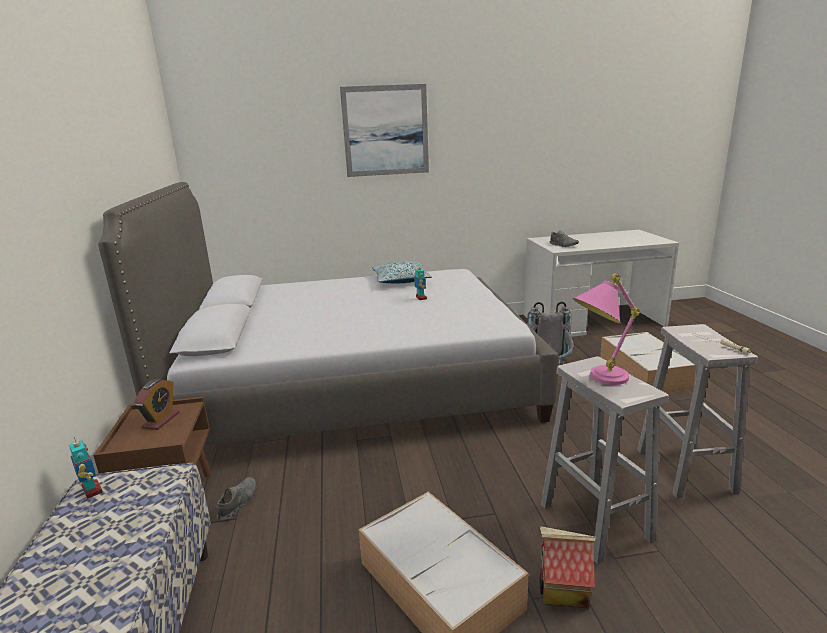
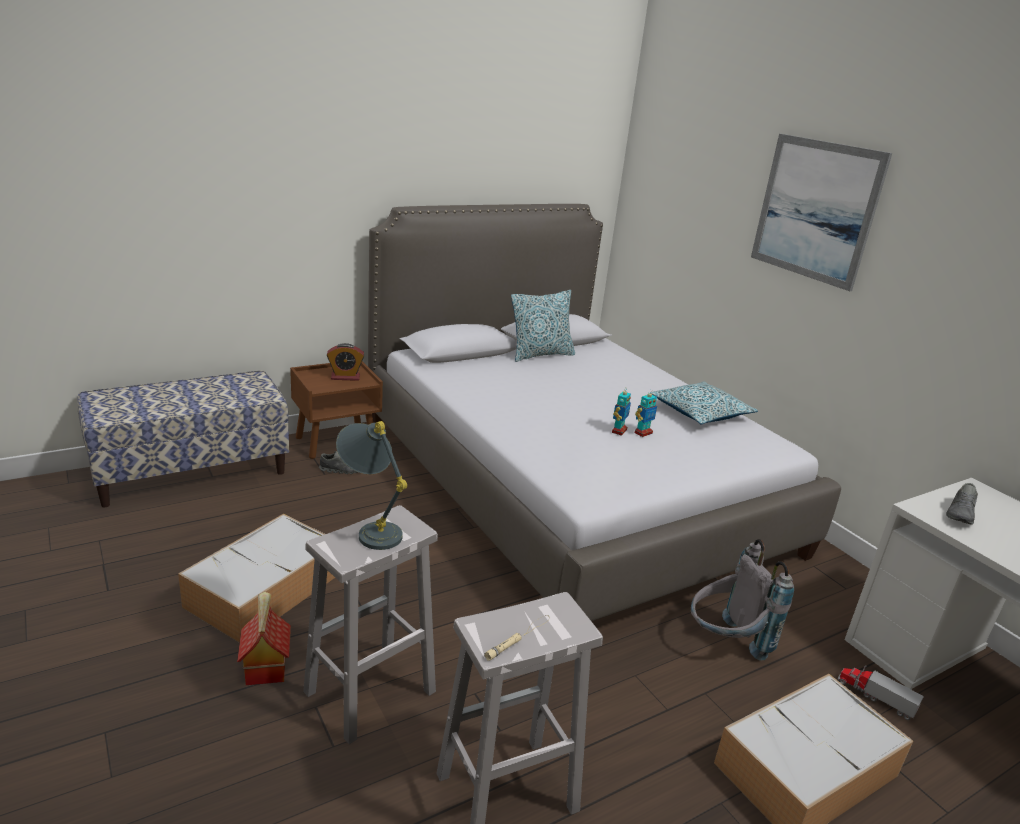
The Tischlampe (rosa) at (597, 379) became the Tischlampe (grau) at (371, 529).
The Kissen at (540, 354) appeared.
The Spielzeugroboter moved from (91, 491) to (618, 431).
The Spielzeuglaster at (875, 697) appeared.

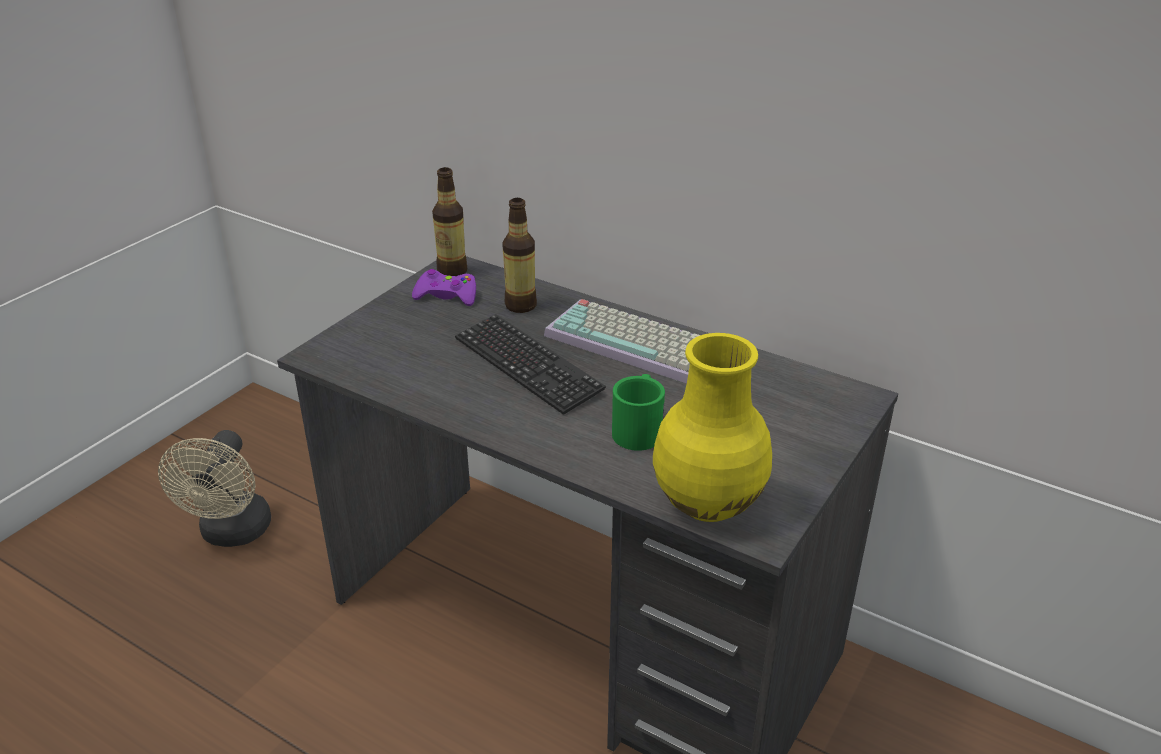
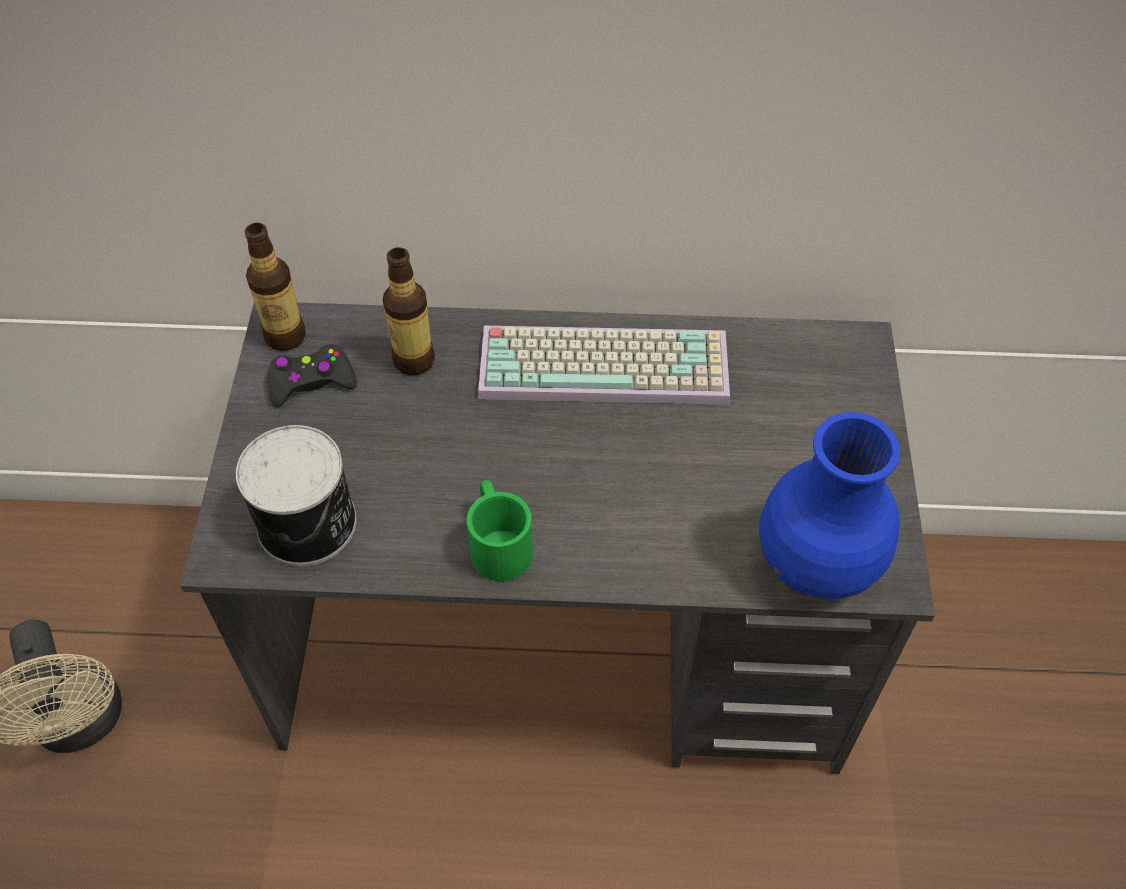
The Dose at (310, 524) appeared.
The Gamepad (lila) at (446, 296) became the Gamepad (schwarz) at (311, 382).
The Henkelbecher (grün) moved from (639, 428) to (498, 542).
The Vase (gelb) at (709, 502) became the Vase (blau) at (817, 563).
The Tastatur at (527, 365) disappeared.

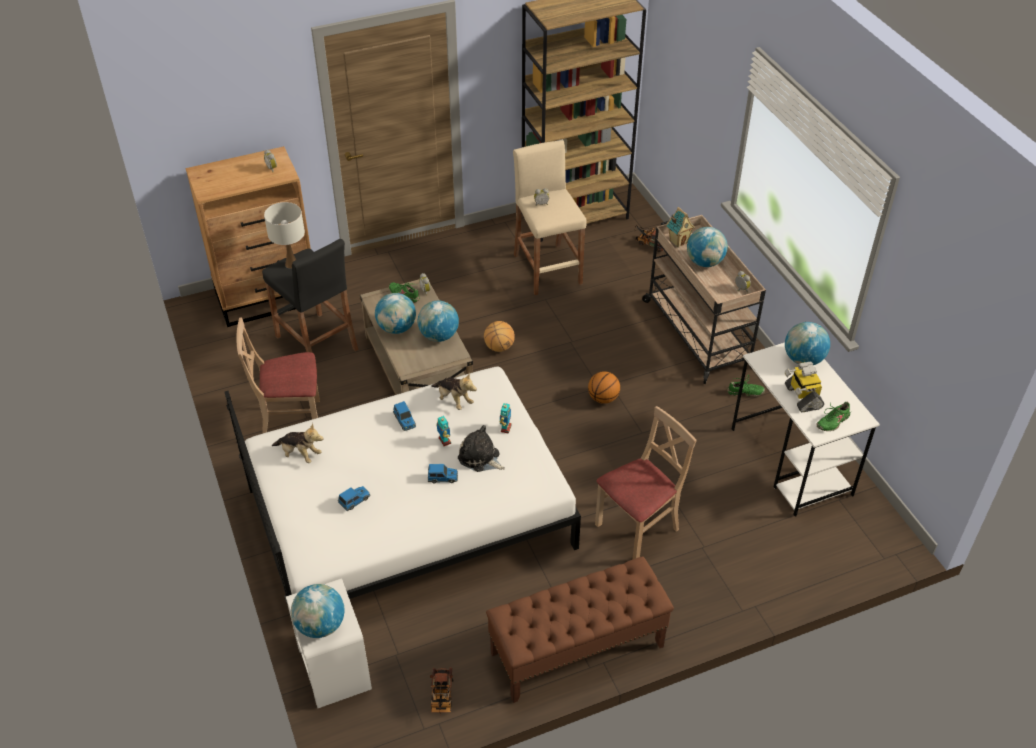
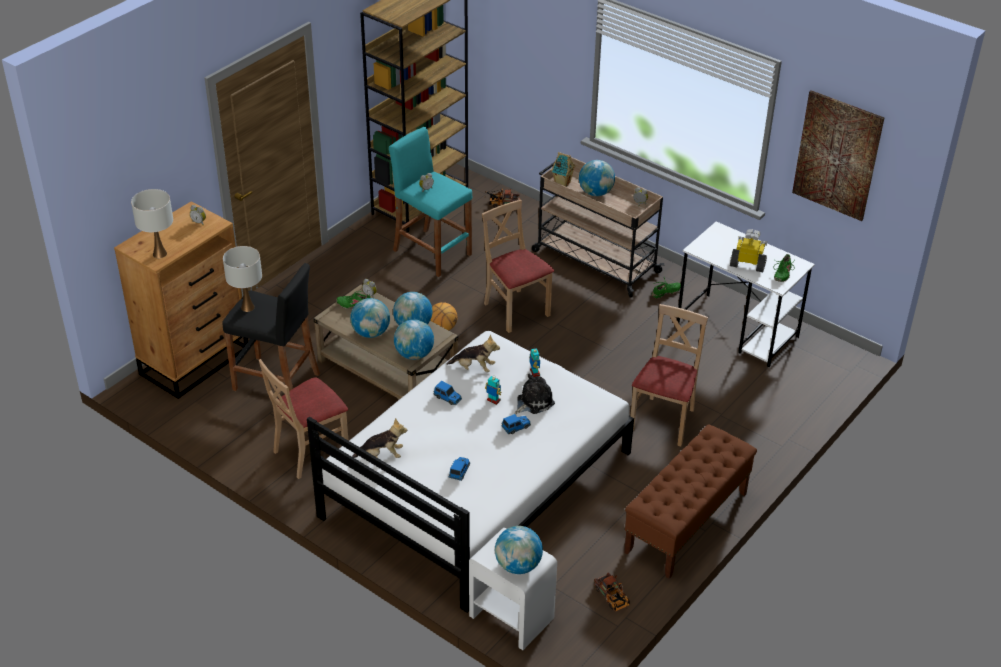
The Tischlampe (weiß) at (159, 254) appeared.
The Hocker (beige) at (547, 269) became the Hocker (türkis) at (432, 252).
The Globus moved from (803, 359) to (414, 354).
The Stuhl (beige) at (515, 310) appeared.
The Plüschtier at (480, 458) turned 135 degrees clockwise.
The Spielzeugroboter at (802, 397) turned 150 degrees clockwise.
The Bild at (837, 155) appeared.
The Basketball at (603, 398) disappeared.

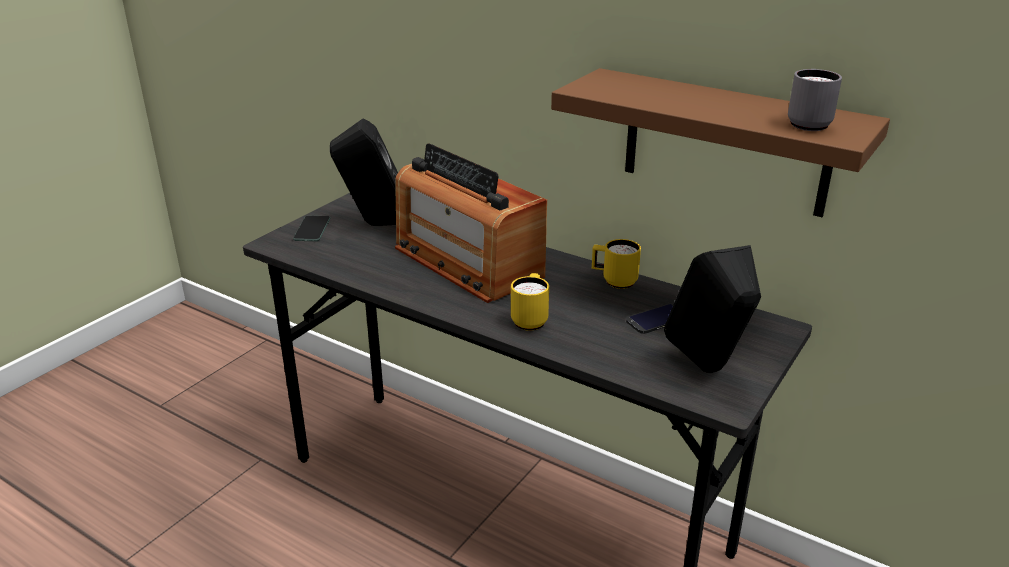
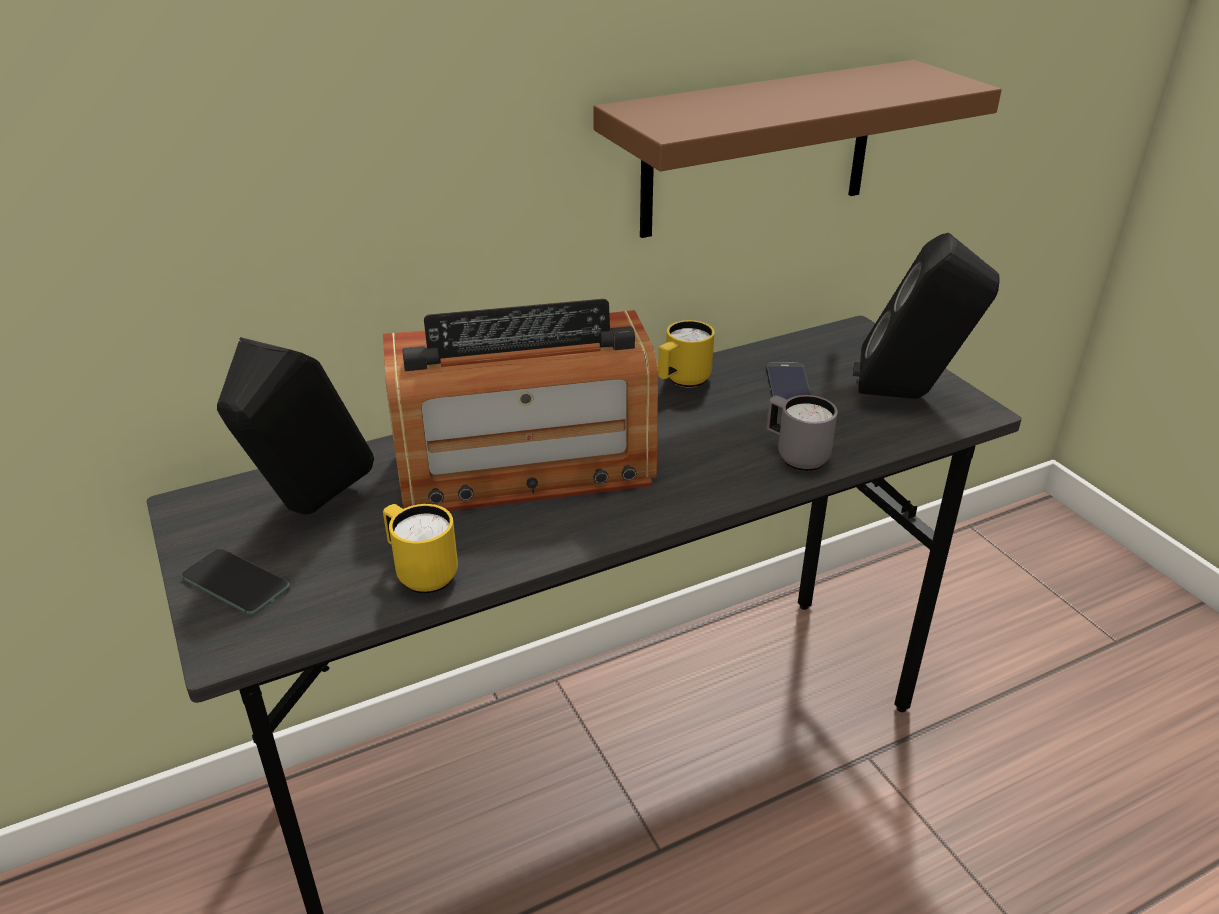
The Henkelbecher (gelb) moved from (530, 319) to (421, 573).
The Henkelbecher (grau) moved from (808, 123) to (795, 456).

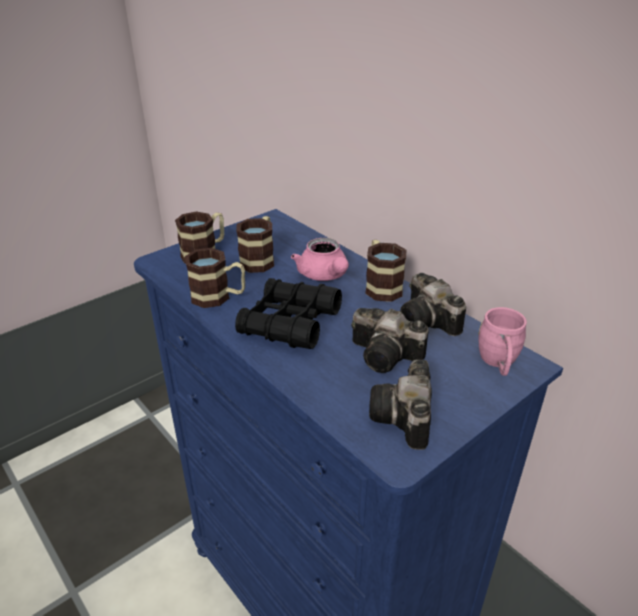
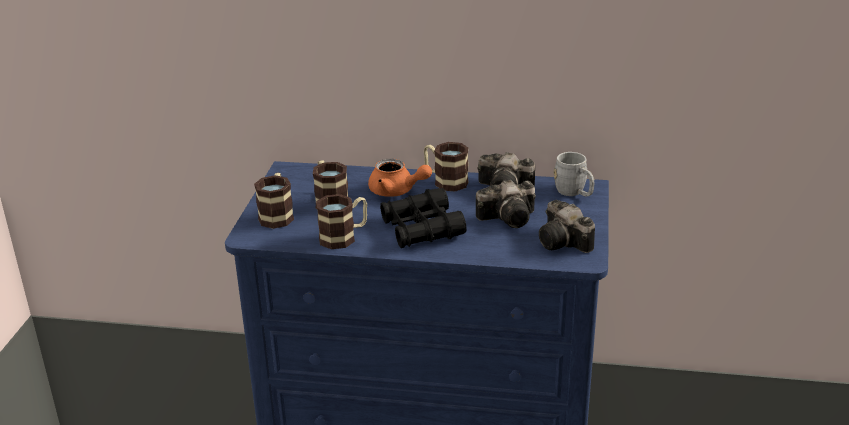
The Teekanne (rosa) at (324, 276) became the Teekanne (orange) at (397, 191).
The Henkelbecher (rosa) at (498, 363) became the Henkelbecher (grau) at (574, 193).

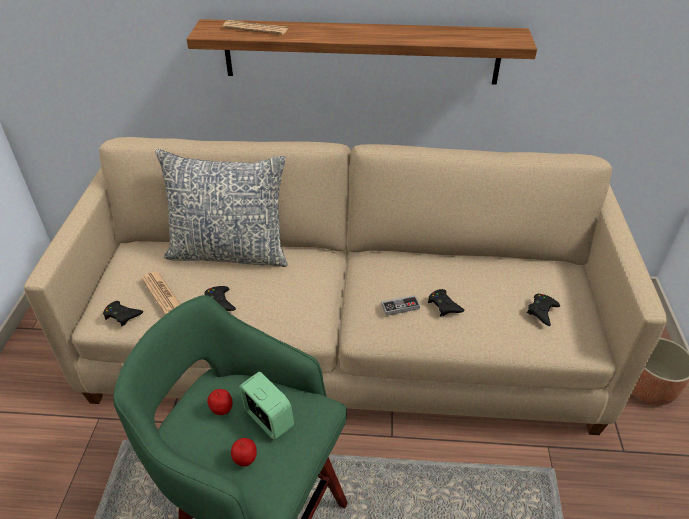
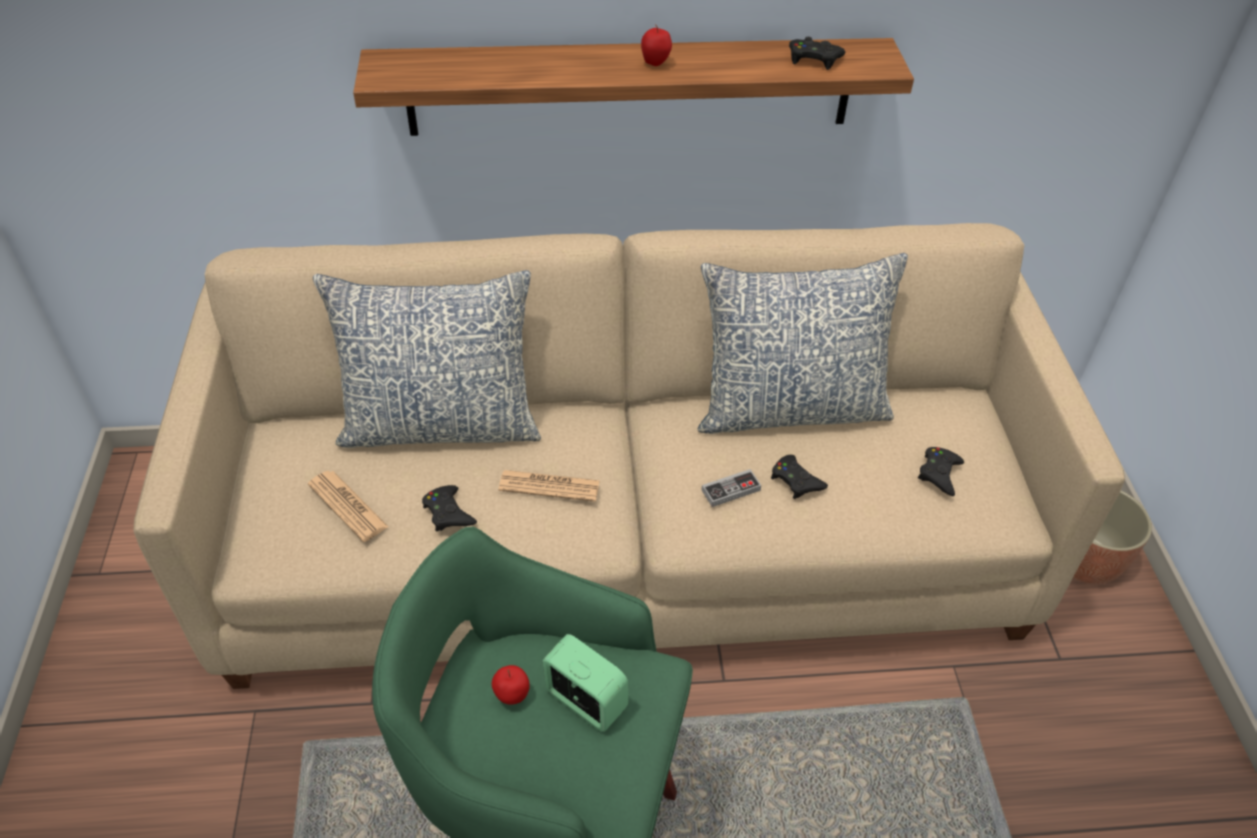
The Zeitung moved from (255, 28) to (549, 486).
The Apfel moved from (245, 461) to (655, 63).
The Kissen at (790, 407) appeared.
The Gamepad (schwarz) moved from (122, 315) to (814, 59).

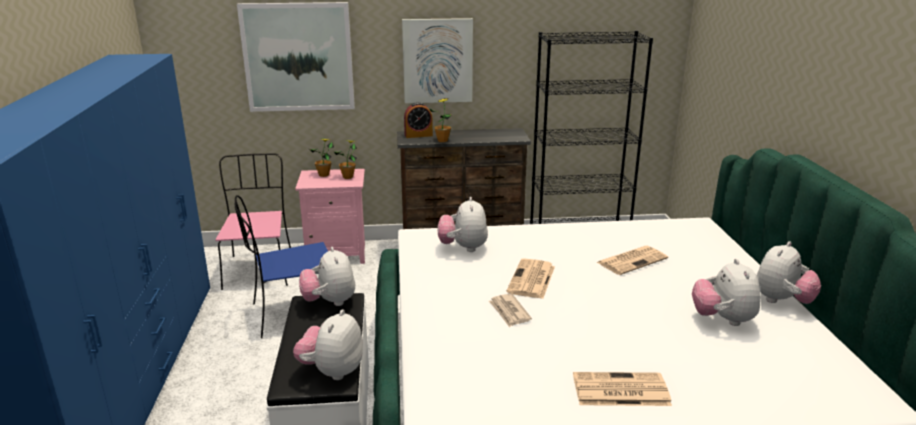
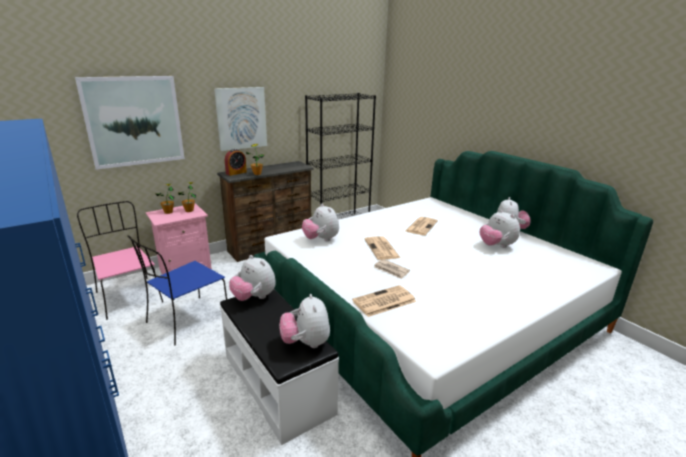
The Zeitung moved from (619, 390) to (383, 301).

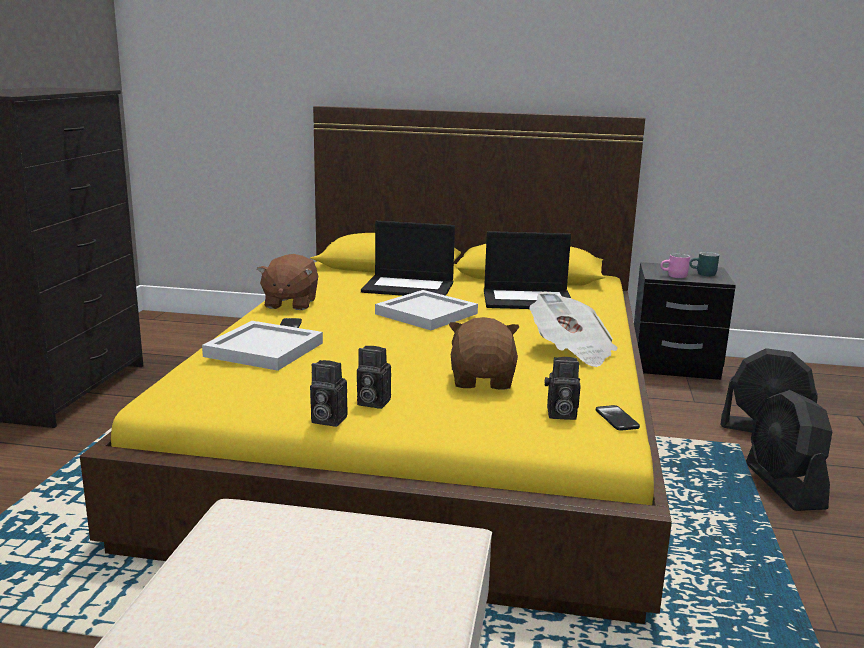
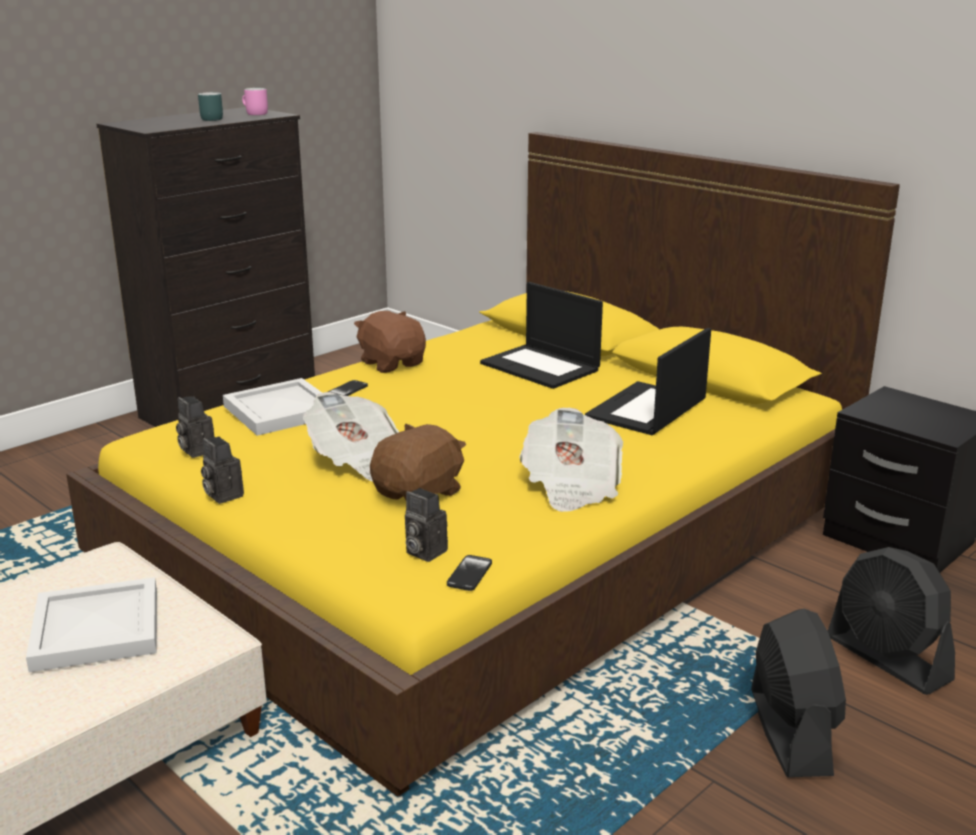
The Tablett (weiß) moved from (424, 314) to (94, 628).
The Kamera moved from (371, 402) to (196, 450).
The Henkelbecher (türkis) moved from (703, 274) to (208, 119).
The Henkelbecher (rosa) moved from (674, 276) to (253, 114).
The Zeitung at (358, 462) appeared.
The Plüschtier (braun) at (290, 303) turned 105 degrees clockwise.
The Laptop at (528, 299) turned 90 degrees clockwise.
The Ventilator (schwarz) at (784, 486) turned 150 degrees clockwise.

